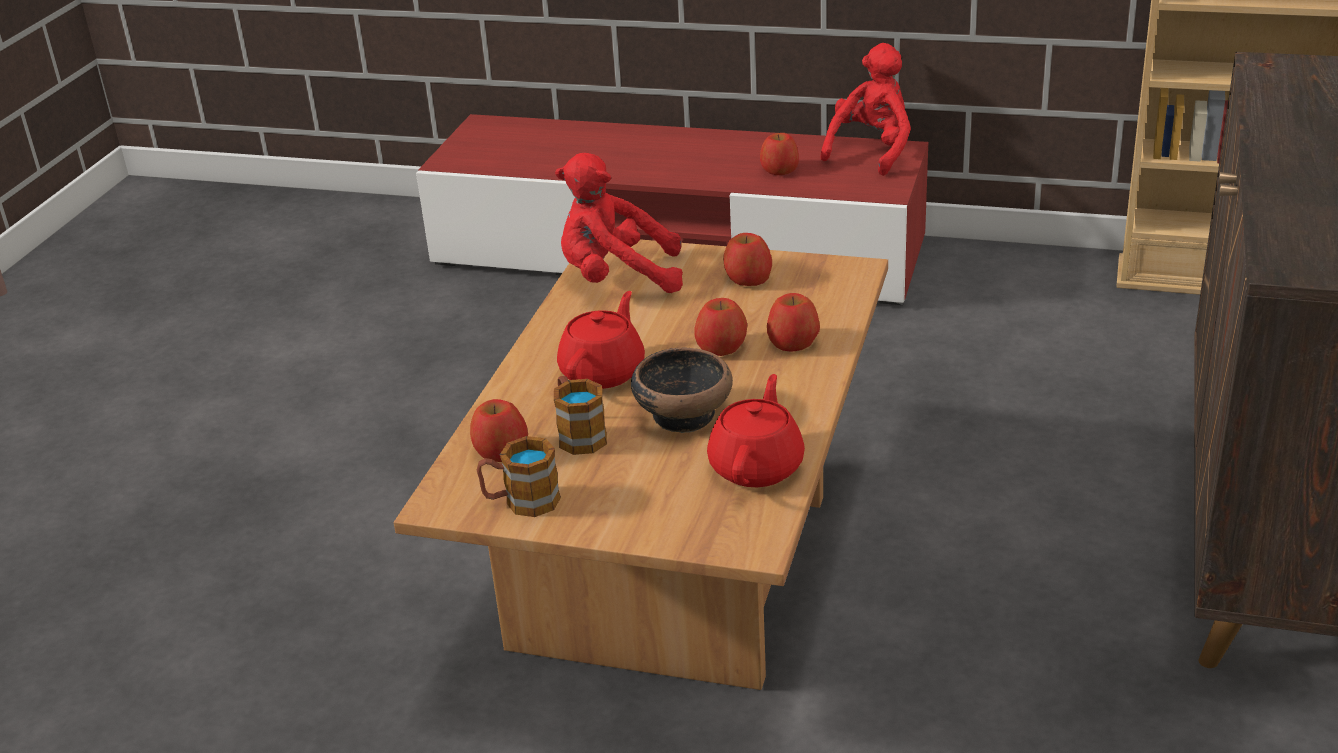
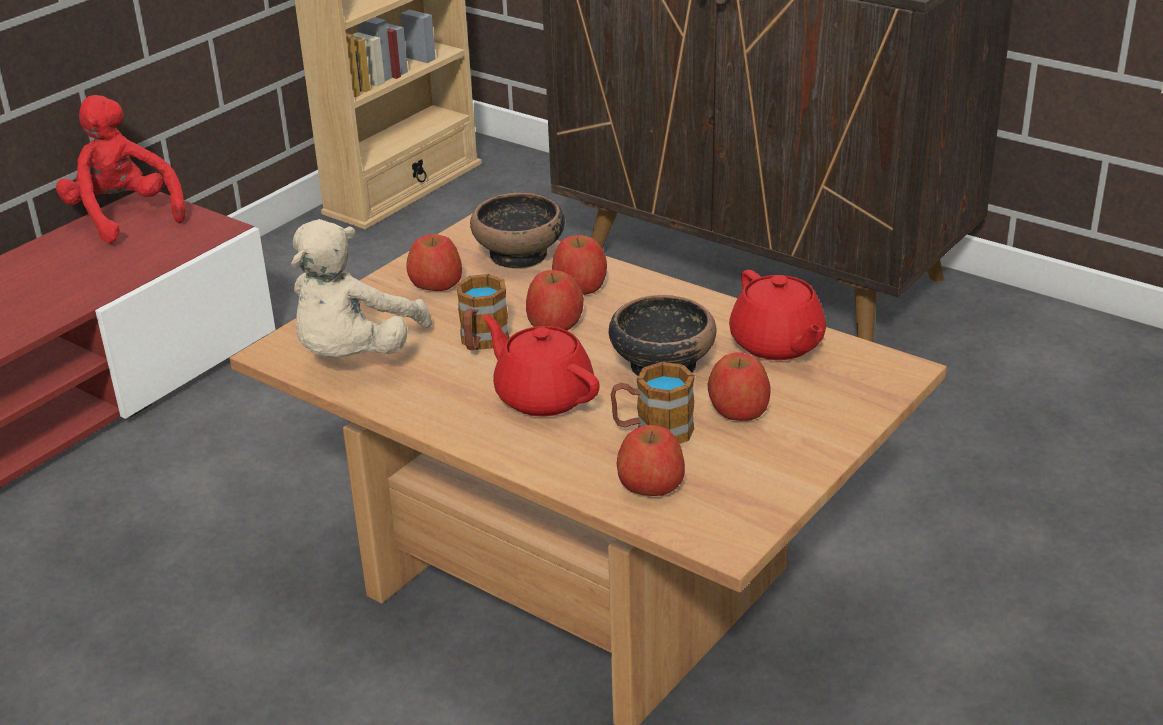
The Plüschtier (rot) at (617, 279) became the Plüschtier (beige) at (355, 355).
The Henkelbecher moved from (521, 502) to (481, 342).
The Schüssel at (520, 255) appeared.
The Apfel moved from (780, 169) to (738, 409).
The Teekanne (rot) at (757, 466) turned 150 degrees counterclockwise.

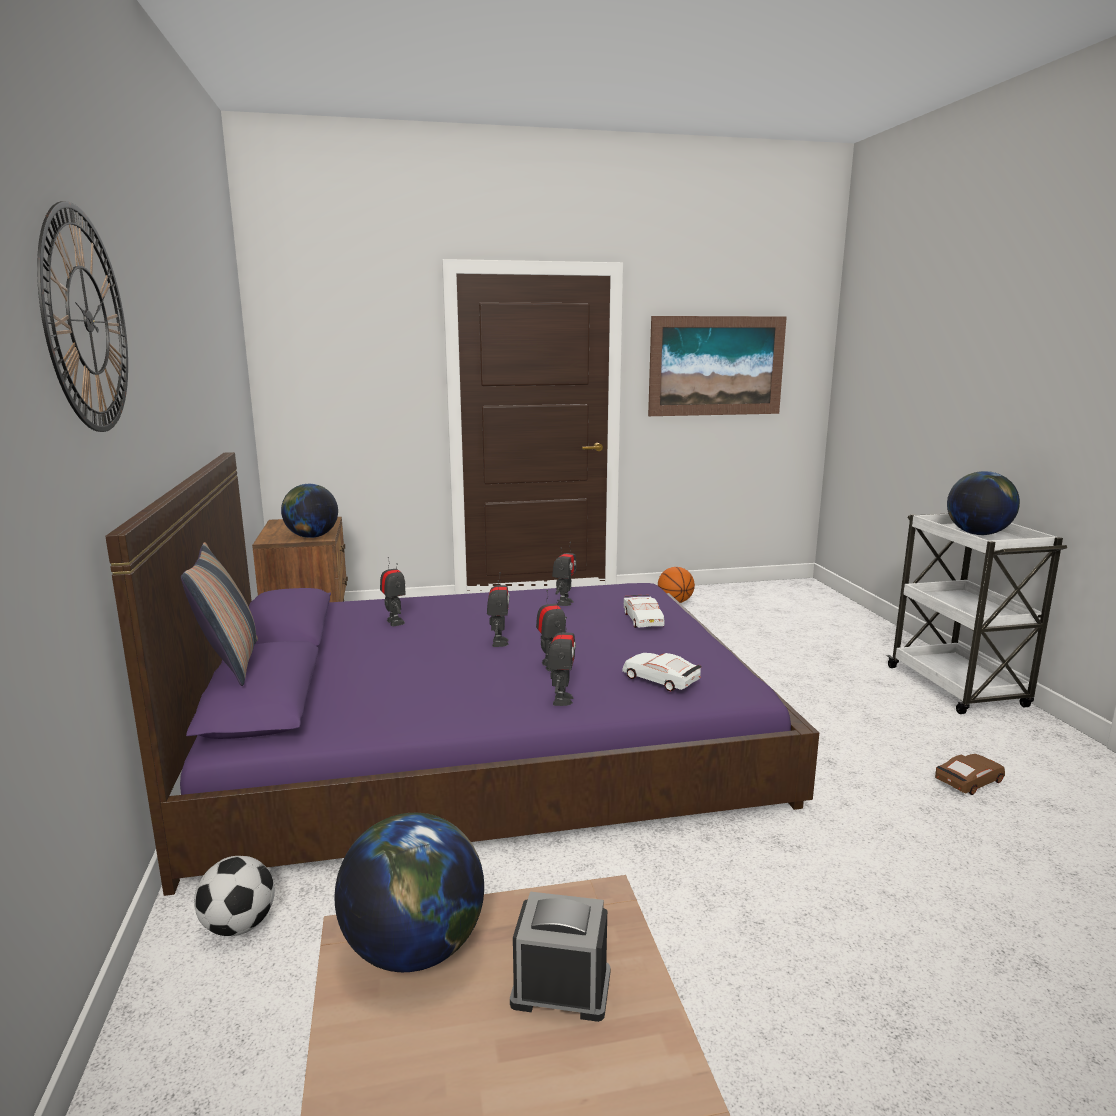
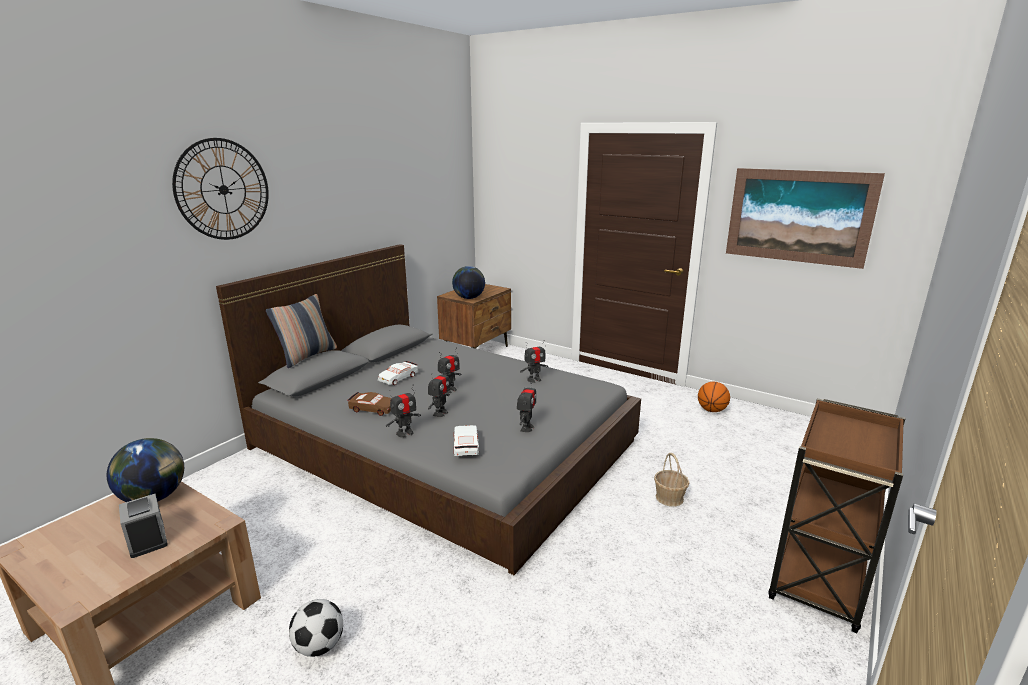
The Bett (lila) at (484, 737) became the Bett (grau) at (444, 443).
The Fußball moved from (239, 926) to (319, 646).
The Spielzeugauto (braun) moved from (969, 781) to (372, 409).
The Spielzeugauto (weiß) moved from (643, 619) to (398, 378).
The Spielzeugroboter moved from (394, 622) to (526, 428).
The Korb at (669, 498) appeared.
The Rollwagen (weiß) at (957, 688) became the Rollwagen (braun) at (818, 580).
The Globus at (977, 534) disappeared.

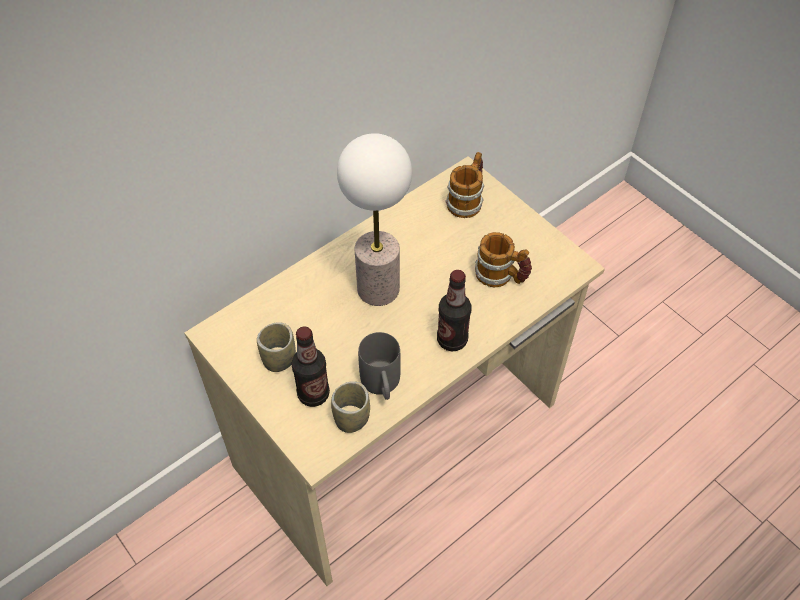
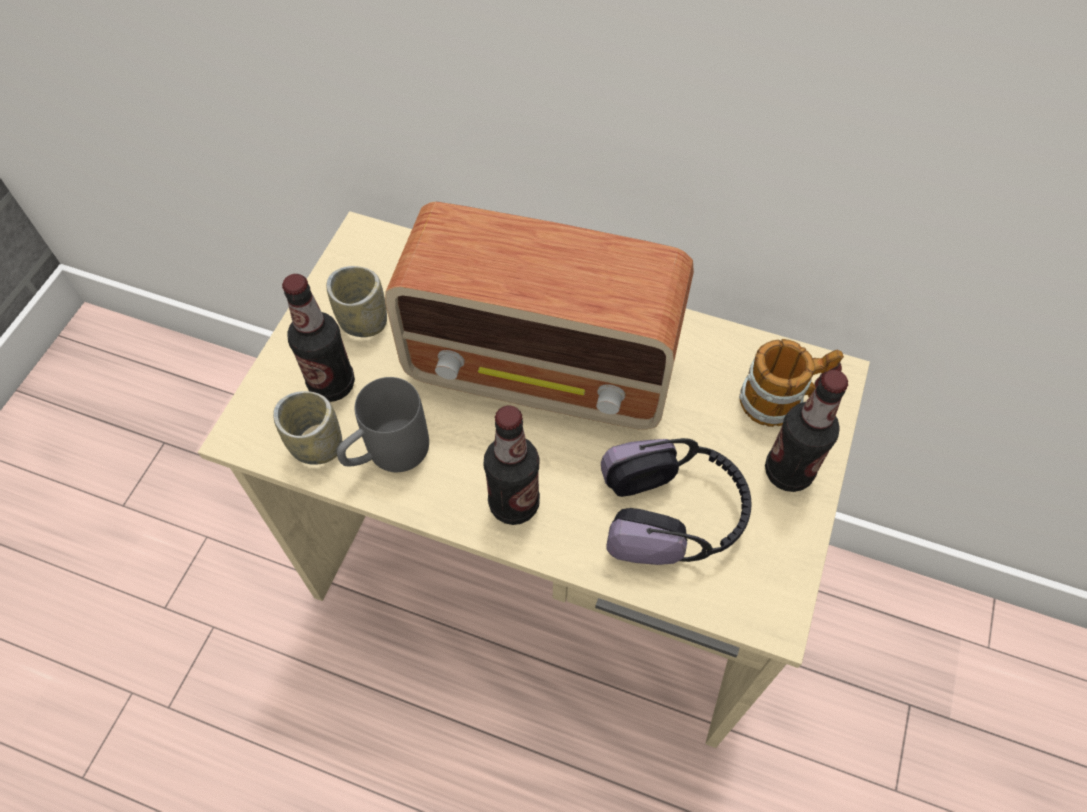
The Tischlampe at (378, 288) was replaced by the Radio at (544, 370).
The Henkelbecher at (501, 276) was replaced by the Kopfhörer at (672, 514).
The Flasche at (788, 472) appeared.

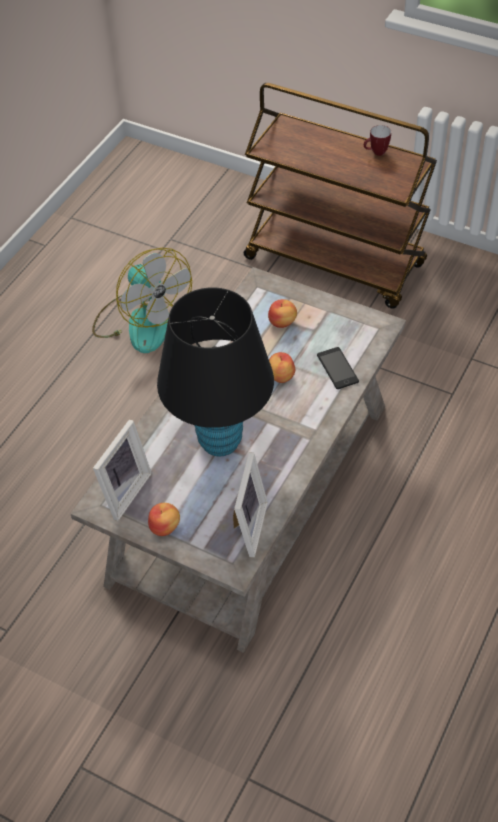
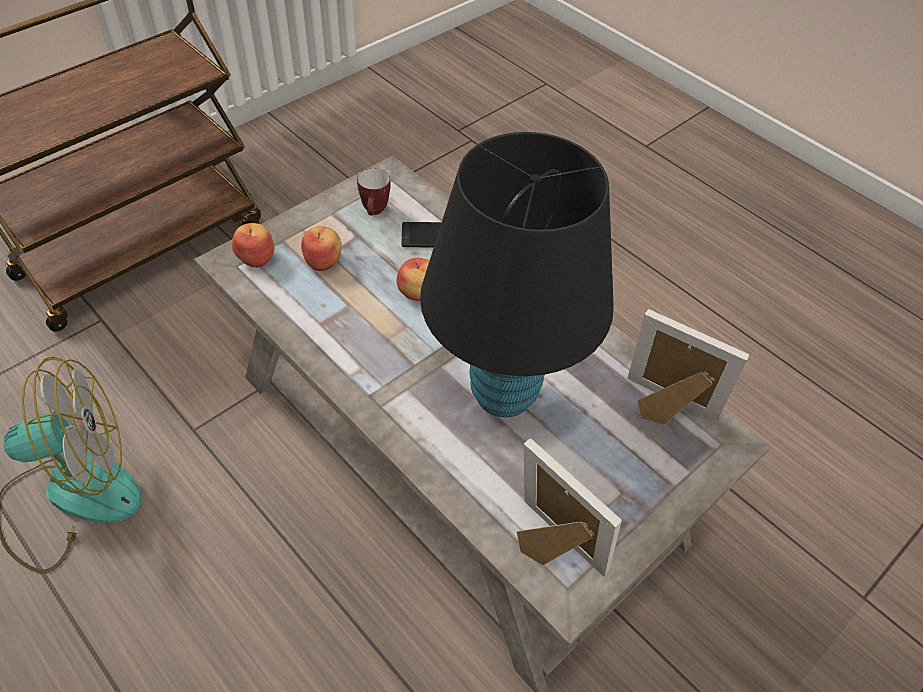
The Apfel moved from (165, 527) to (256, 257).
The Henkelbecher moved from (376, 153) to (375, 212).

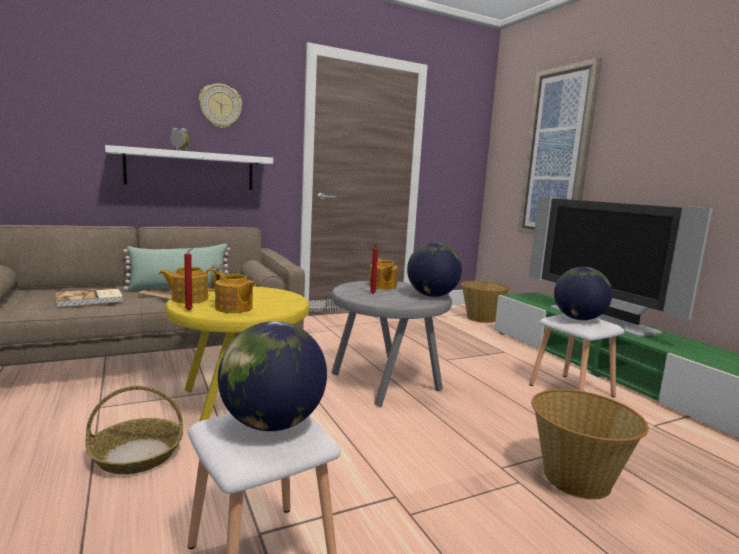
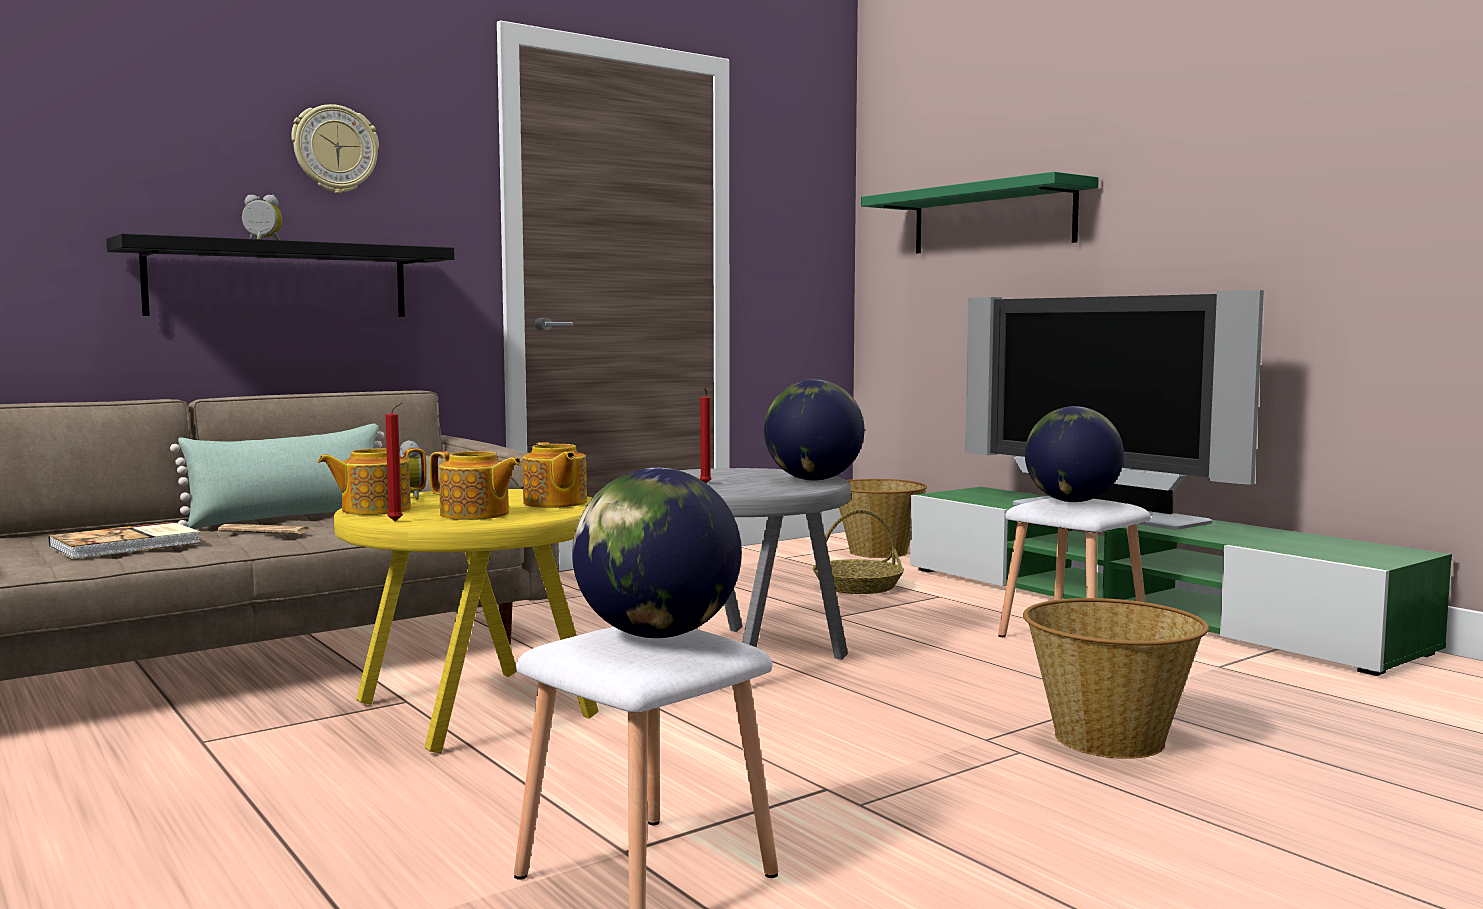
The Wandregal (weiß) at (191, 170) became the Wandregal (schwarz) at (279, 281).
The Teekanne moved from (382, 286) to (554, 503).
The Korb moved from (136, 455) to (857, 587).
The Bild at (557, 154) was replaced by the Wandregal (grün) at (992, 219).

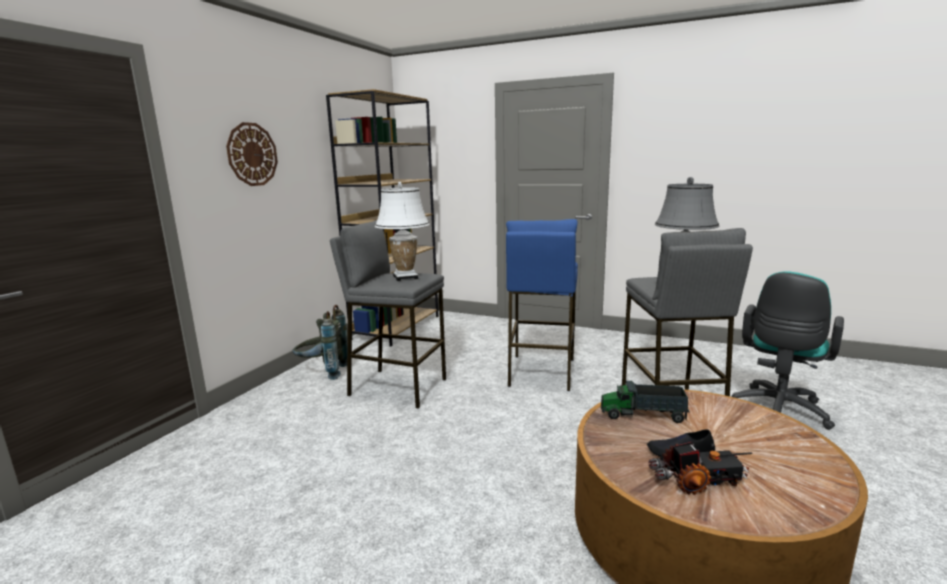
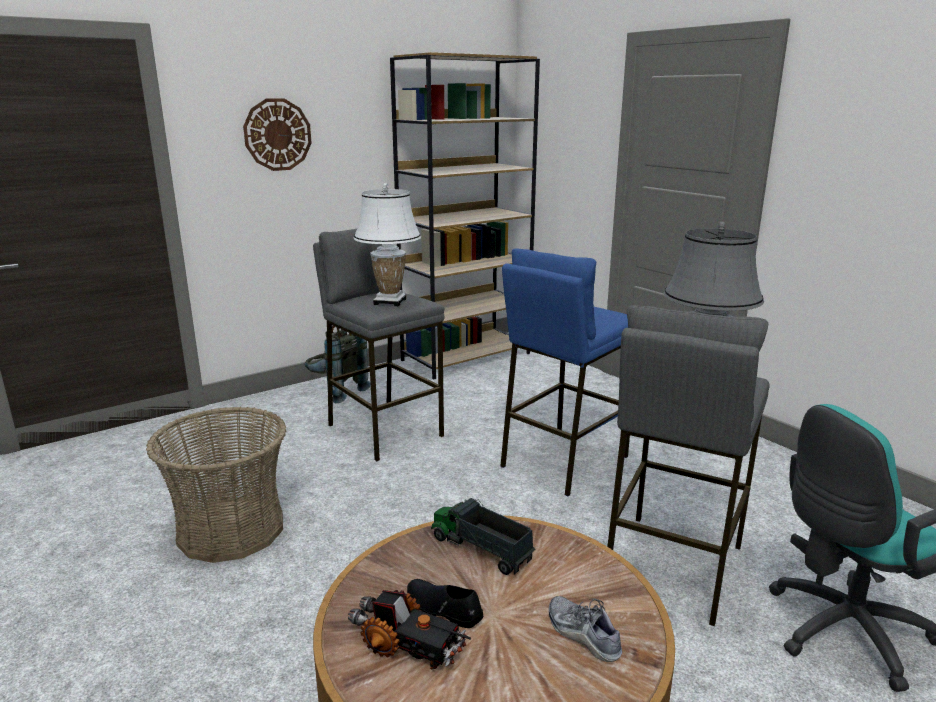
The Korb at (231, 529) appeared.
The Schuh at (583, 635) appeared.

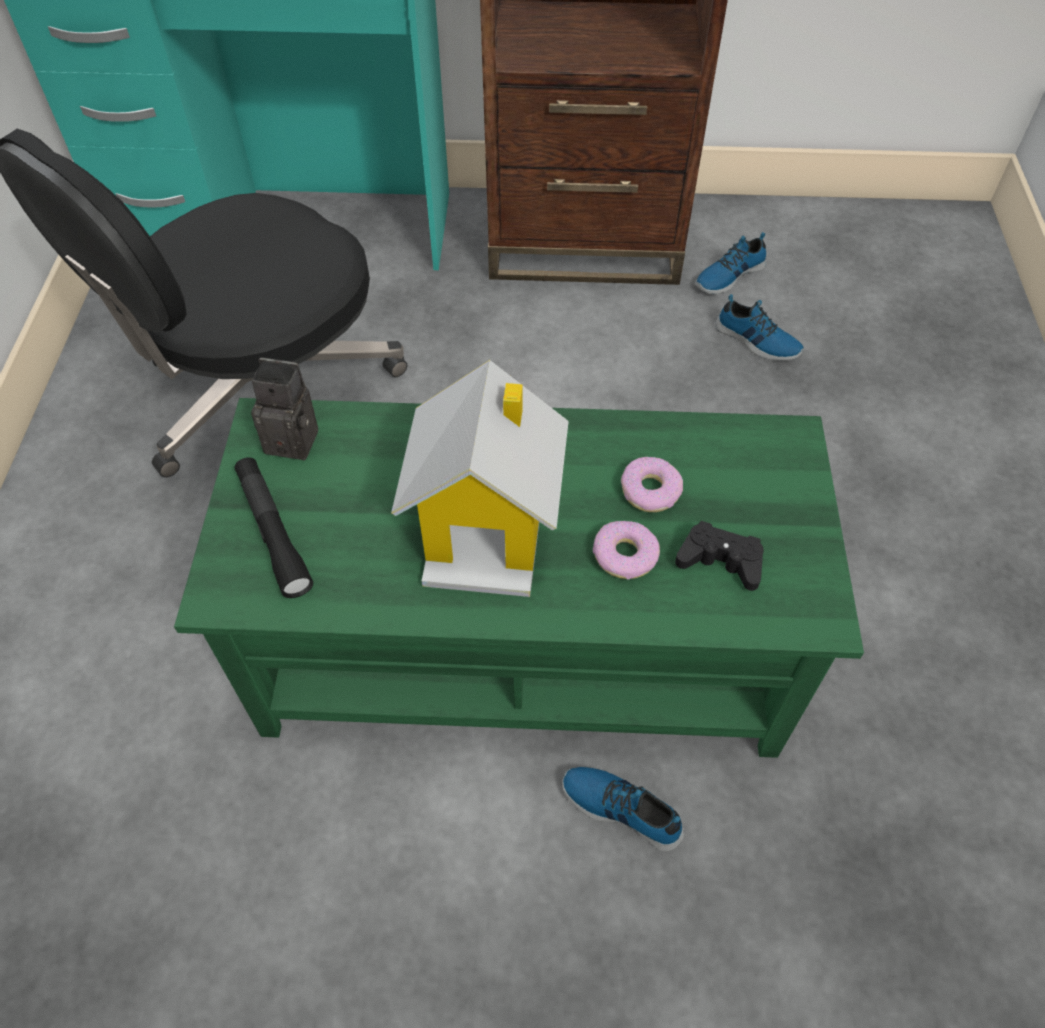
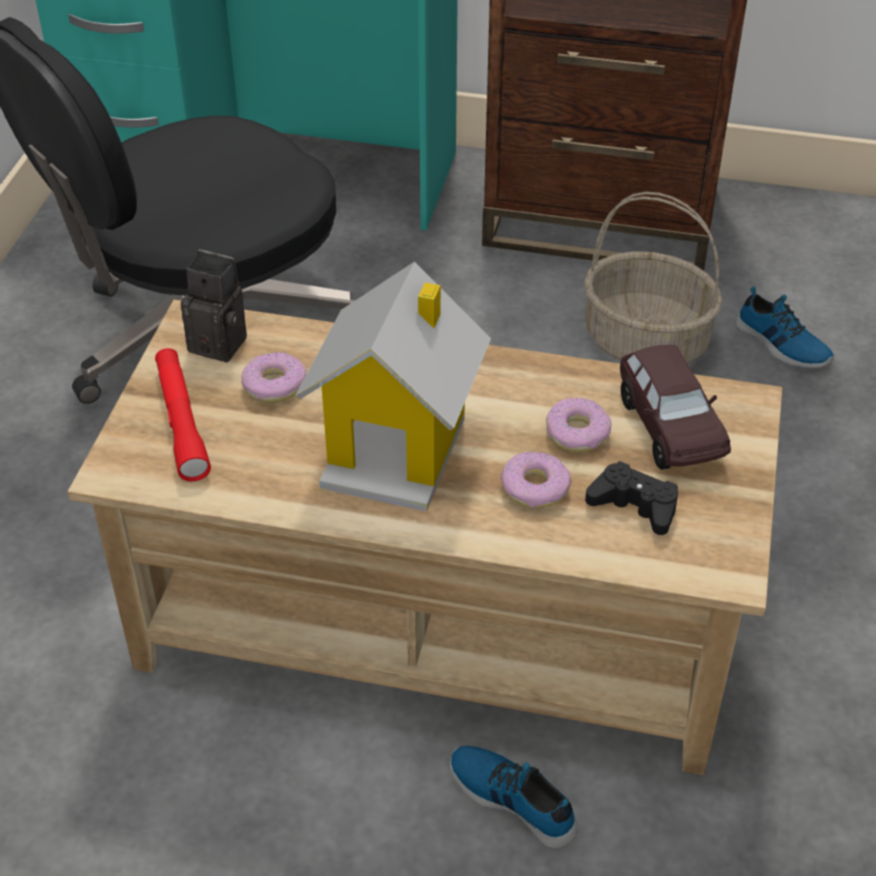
The Couchtisch (grün) at (521, 645) became the Couchtisch (beige) at (436, 620).
The Taschenlampe (schwarz) at (273, 532) became the Taschenlampe (rot) at (181, 422).
The Donut at (274, 385) appeared.
The Korb at (647, 340) appeared.
The Spielzeugauto (braun) at (669, 426) appeared.
The Schuh at (728, 275) disappeared.

